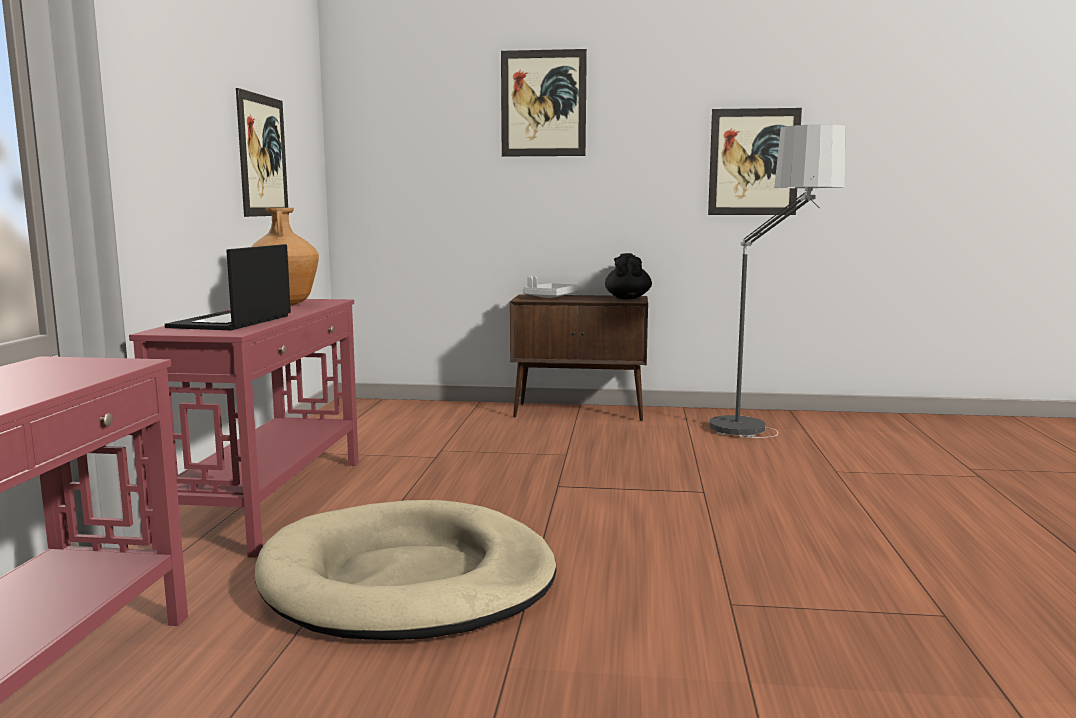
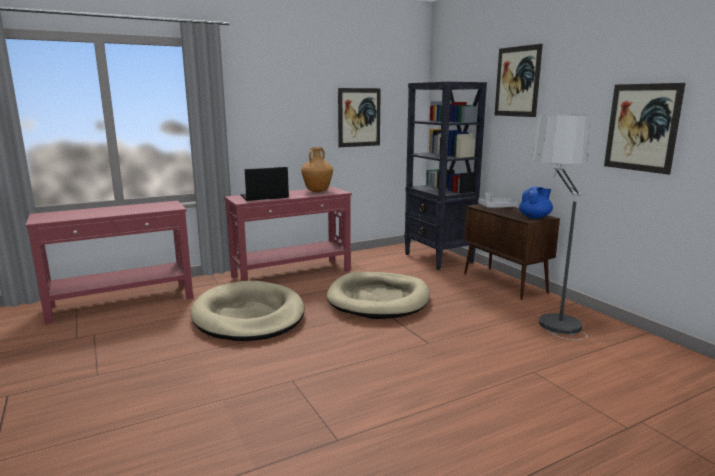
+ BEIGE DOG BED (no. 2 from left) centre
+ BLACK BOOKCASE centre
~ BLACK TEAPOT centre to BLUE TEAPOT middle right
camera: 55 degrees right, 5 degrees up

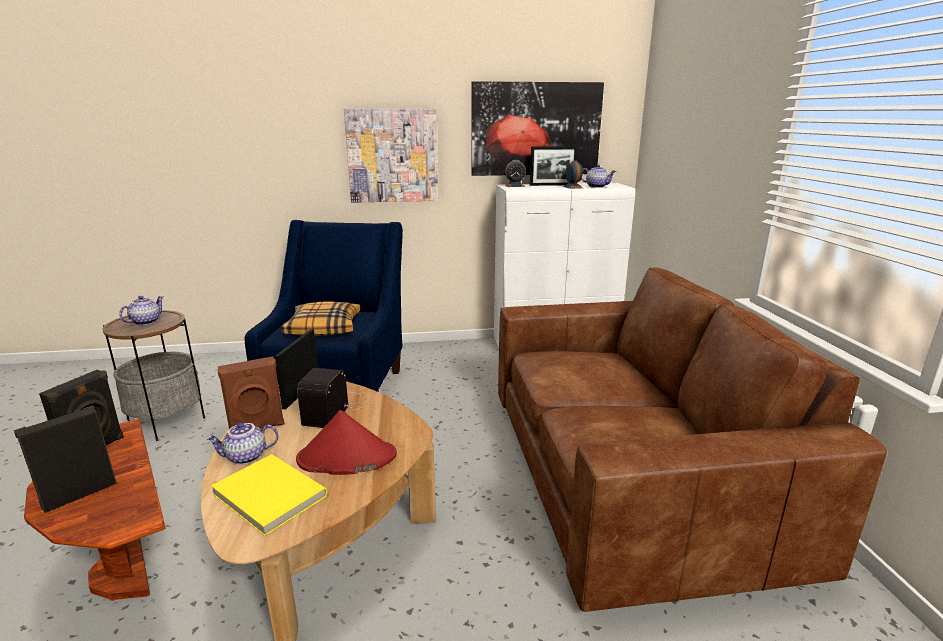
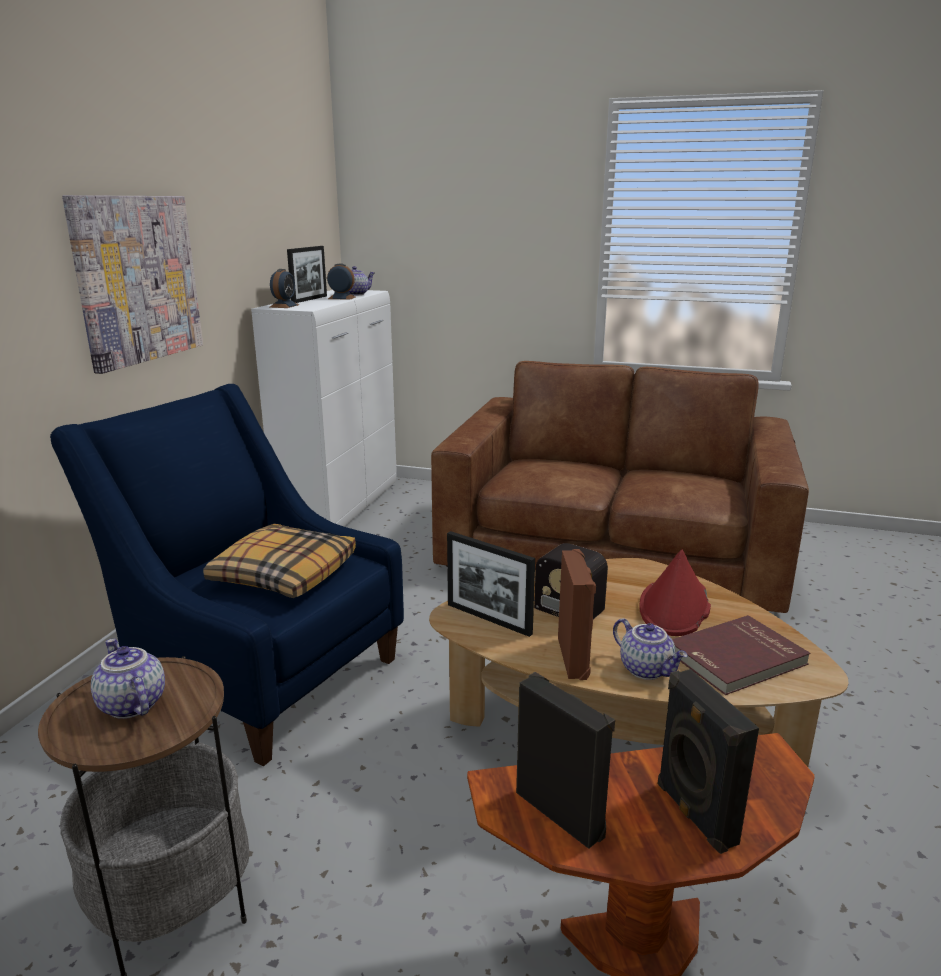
~ TEAPOT (no. 2 from left in the first image) bottom left = middle right 45 degrees counterclockwise
~ YELLOW BOOK bottom left to RED BOOK bottom right
- PICTURE (no. 2 from left) top centre
camera: 65 degrees left, 0 degrees up

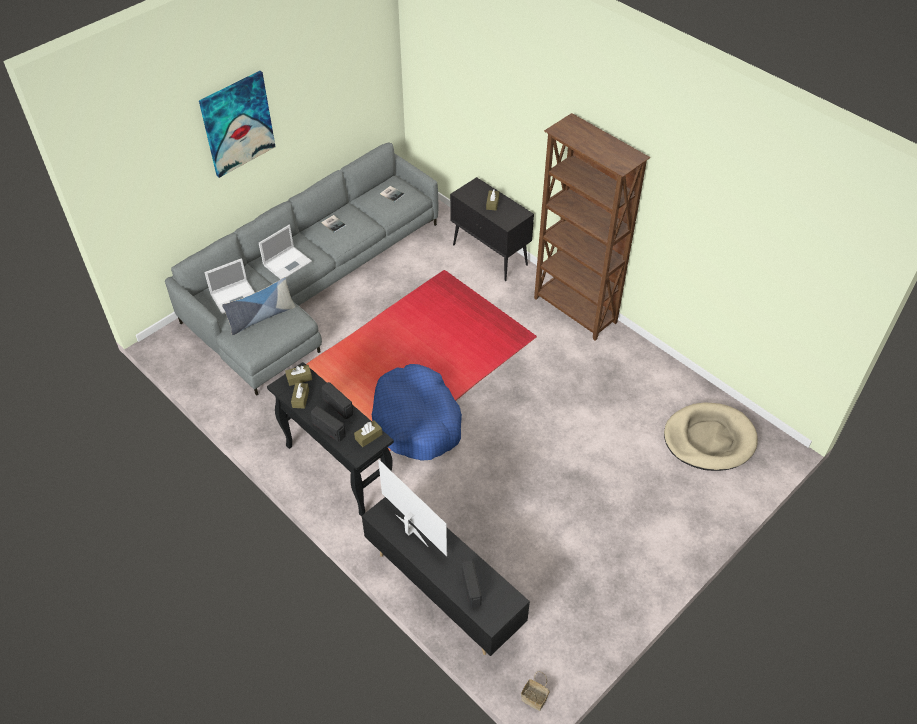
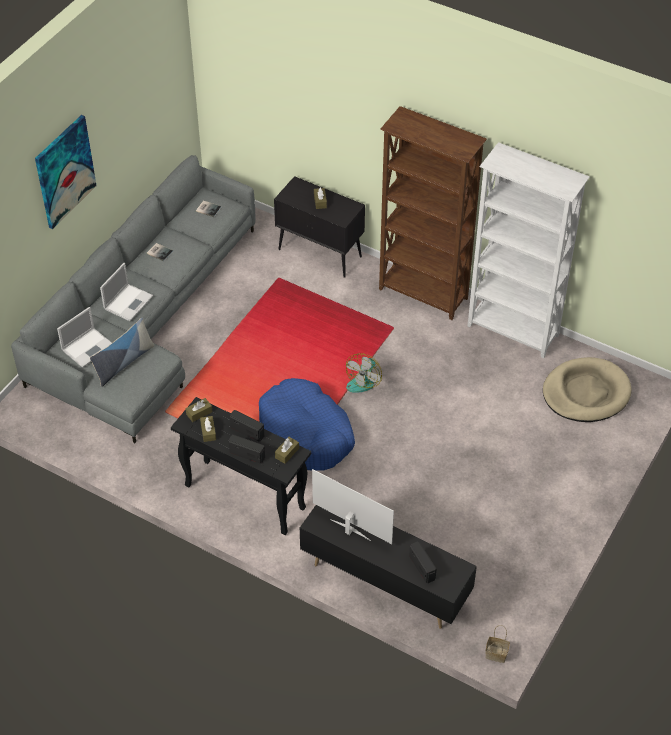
+ FAN centre
+ WHITE BOOKCASE middle right
camera: 15 degrees left, 0 degrees up

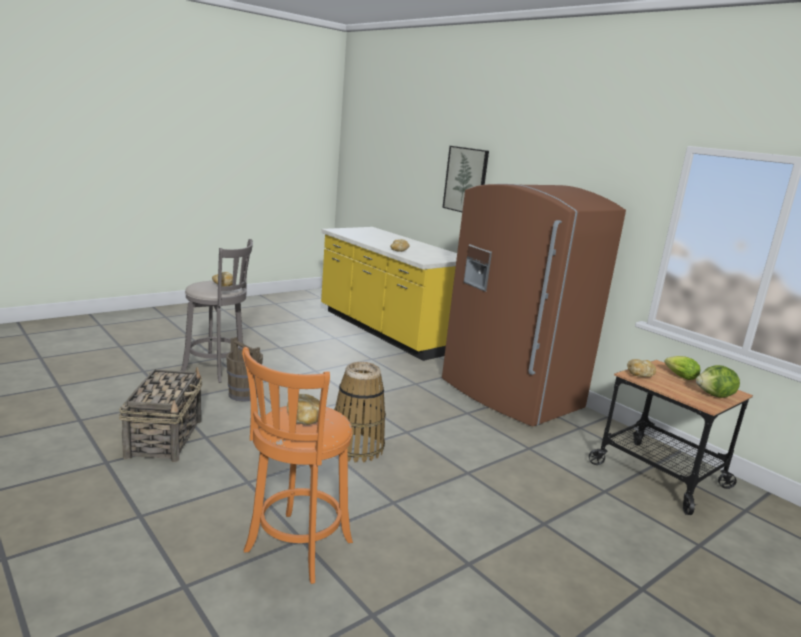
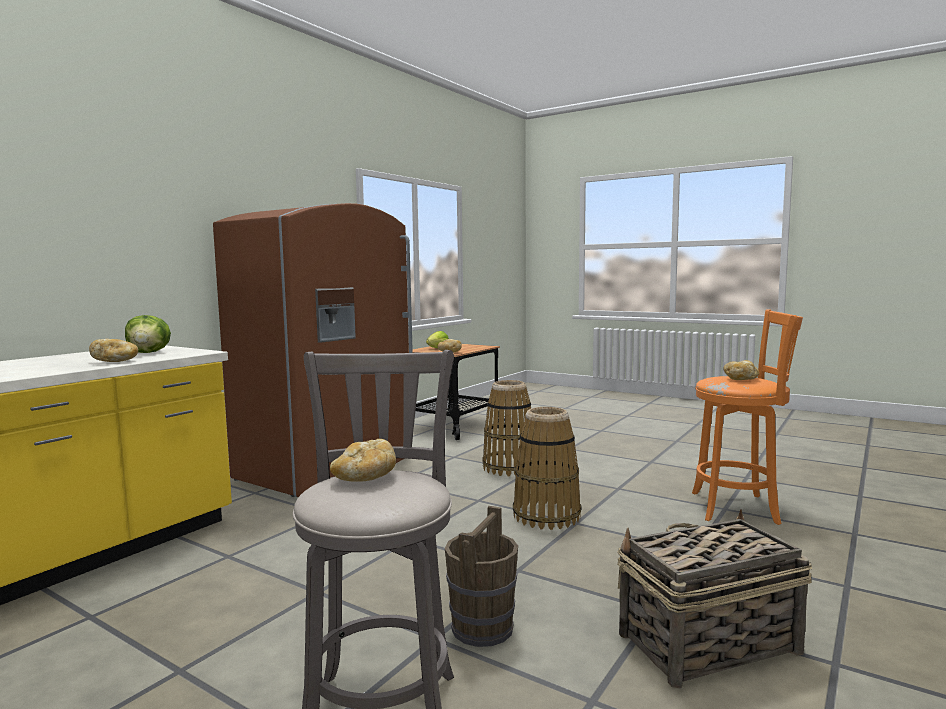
~ LETTUCE (no. 2 from left in the first image) middle right to LETTUCE (no. 1 from left) middle left
+ BASKET (no. 1 from left) centre
- PICTURE top centre
camera: 105 degrees left, 10 degrees down

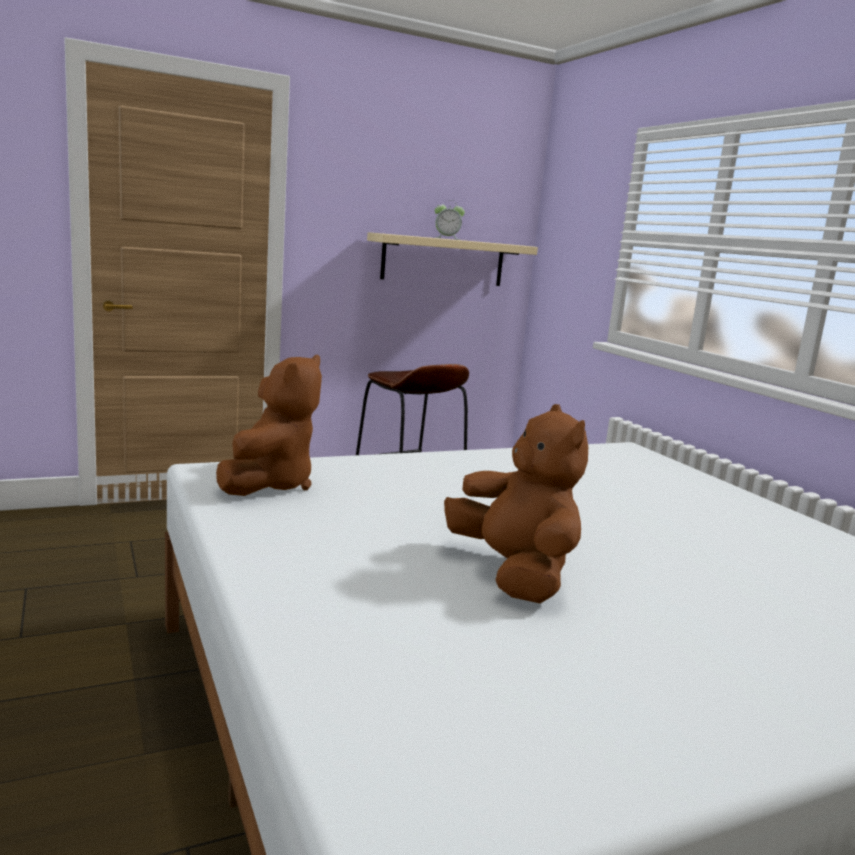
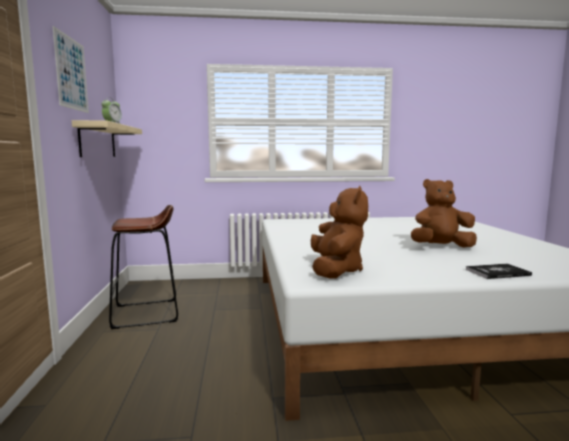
+ PICTURE top left
~ BROWN PLUSH TOY (no. 1 from left) middle left = centre 60 degrees clockwise
+ BOOK middle right
camera: 70 degrees left, 5 degrees down

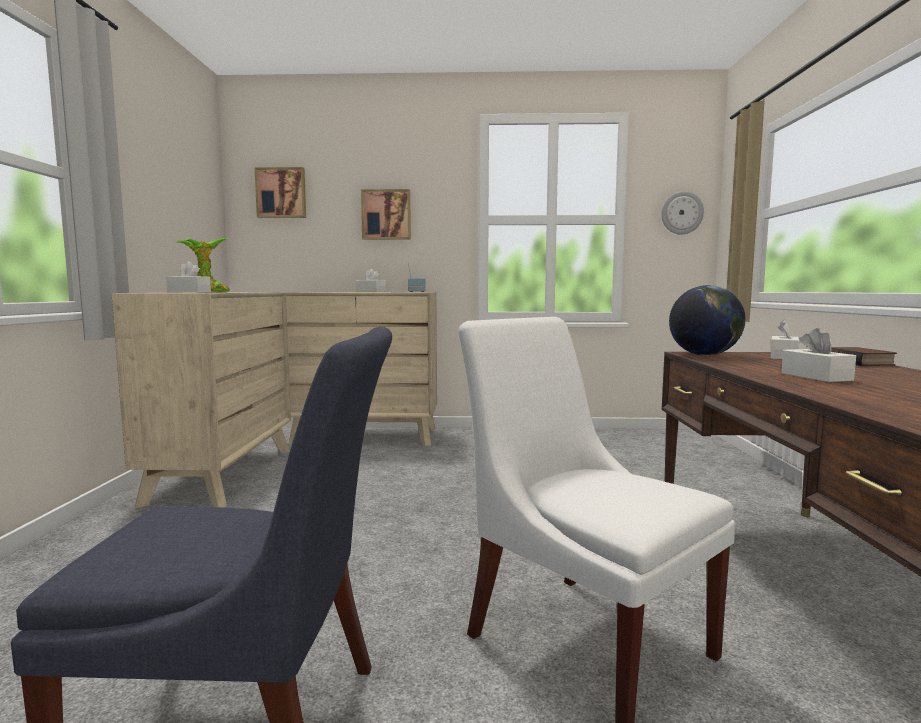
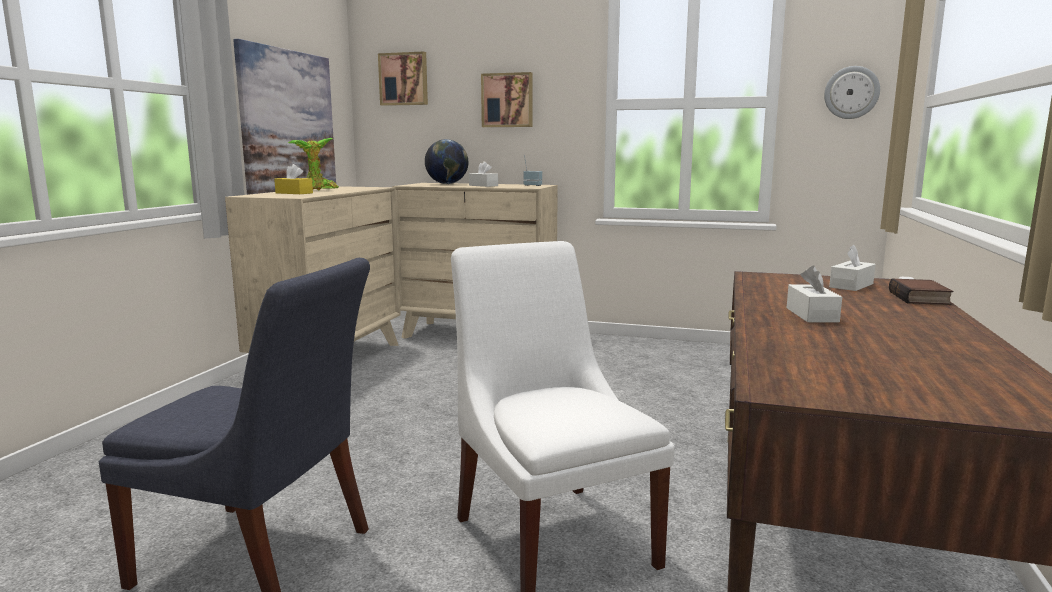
+ PICTURE (no. 1 from left) top left
~ WHITE TISSUE BOX (no. 1 from left) middle left to YELLOW TISSUE BOX top left
~ GLOBE middle right to top centre
camera: 15 degrees right, 5 degrees up

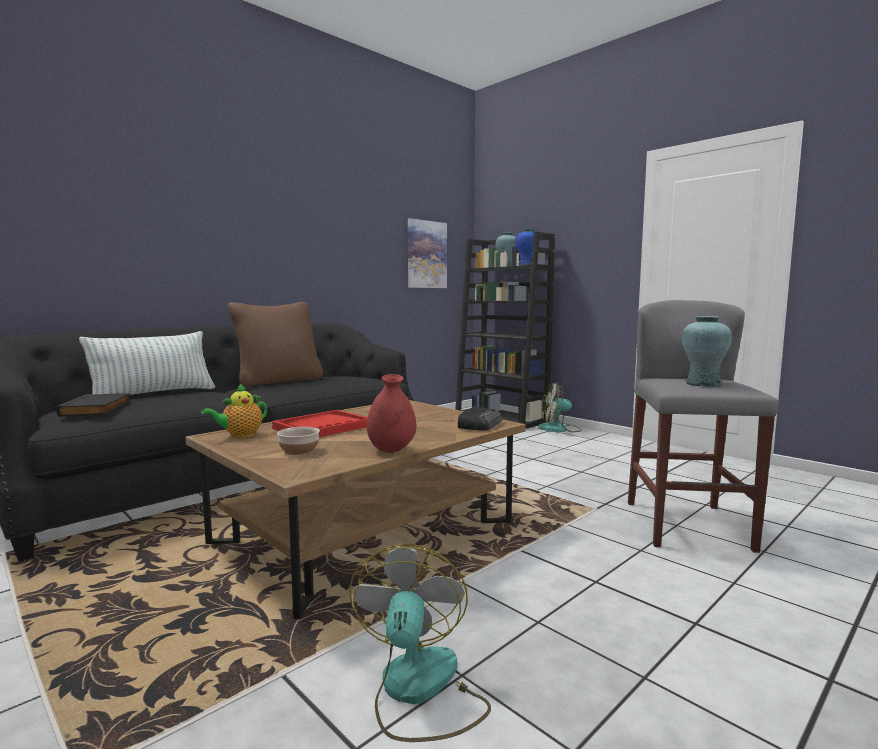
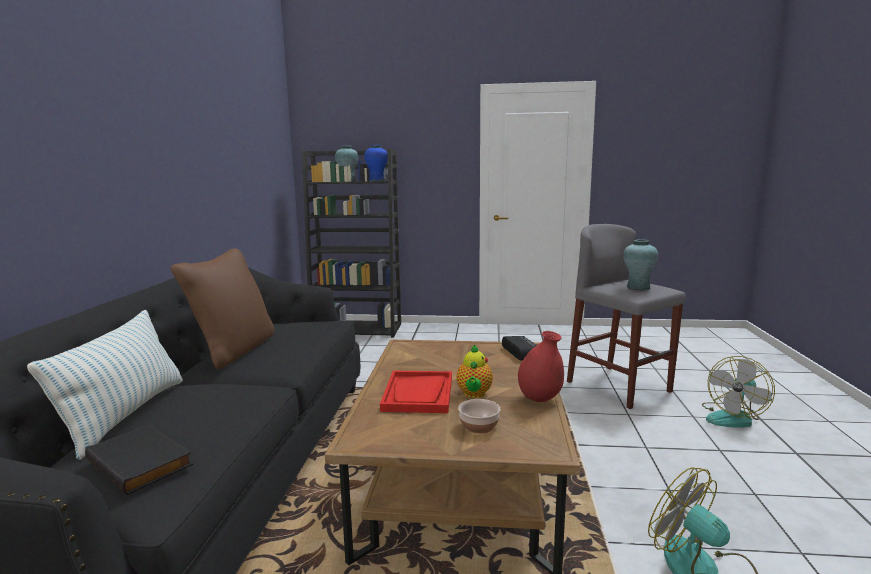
~ TEAPOT middle left to centre
~ FAN (no. 2 from left) centre to bottom right
- PICTURE centre
camera: 40 degrees left, 5 degrees up

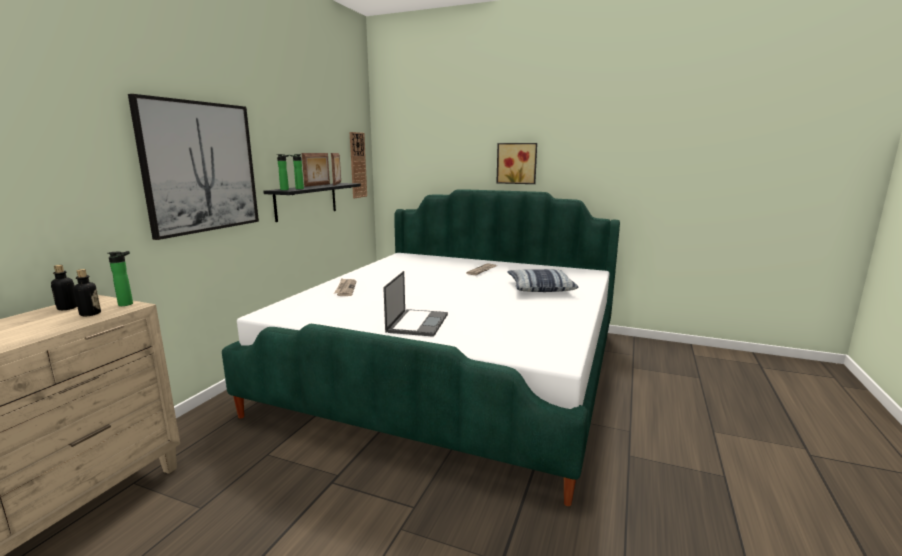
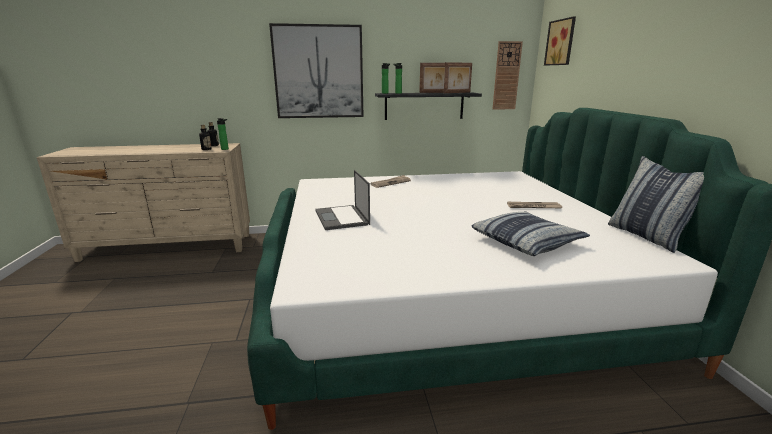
~ LAPTOP centre = centre 90 degrees clockwise
~ PICTURE (no. 2 from left) top centre to top right
+ PILLOW (no. 2 from left) middle right
camera: 60 degrees right, 5 degrees up

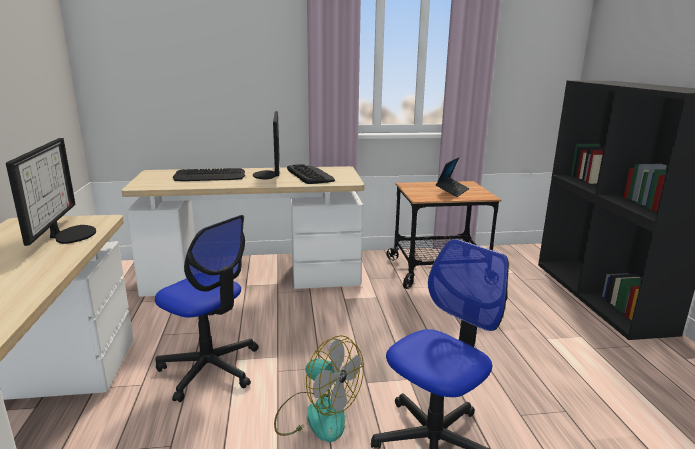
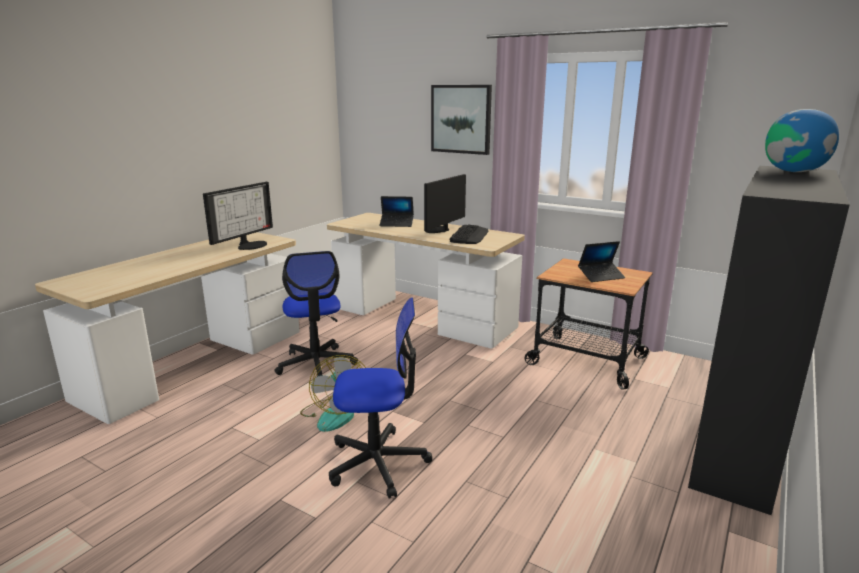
~ KEYBOARD (no. 1 from left) middle left to LAPTOP (no. 1 from left) centre
+ PICTURE top centre
+ GLOBE top right
camera: 40 degrees right, 0 degrees up

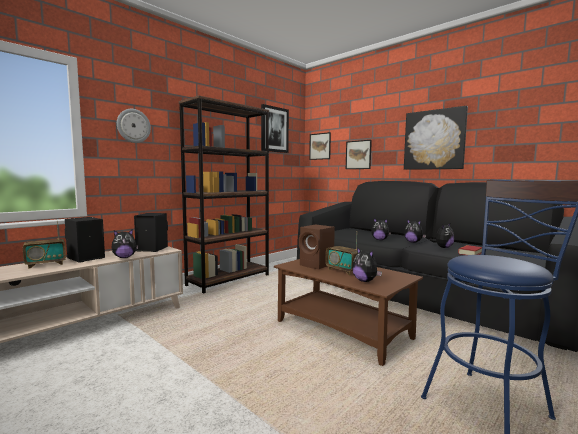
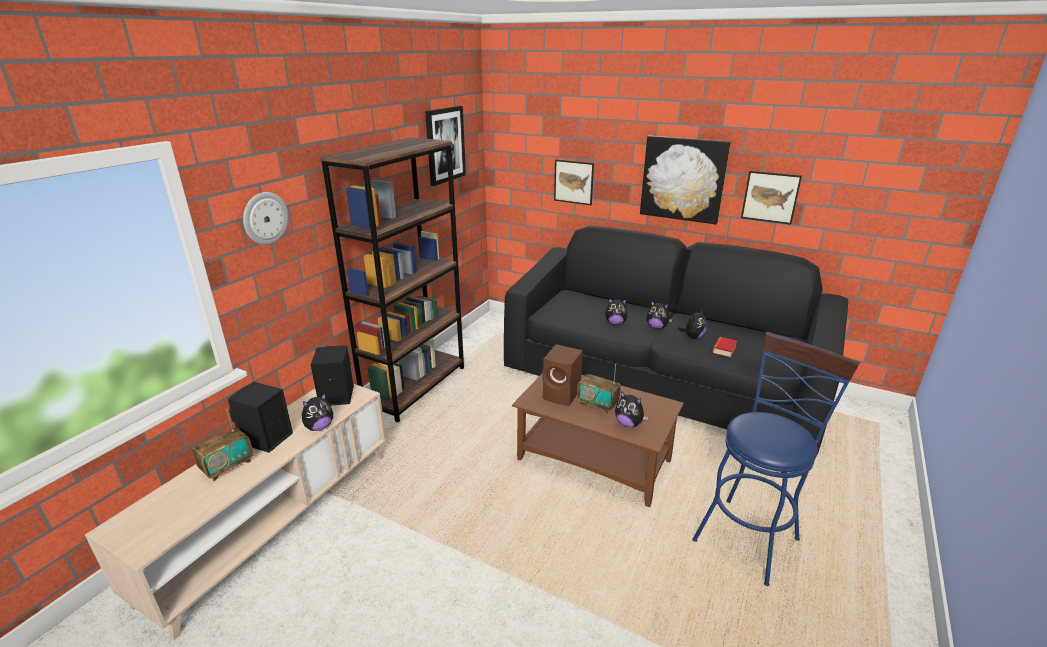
~ PICTURE (no. 2 from left in the first image) centre to PICTURE (no. 4 from left) top right
camera: 15 degrees left, 20 degrees up

